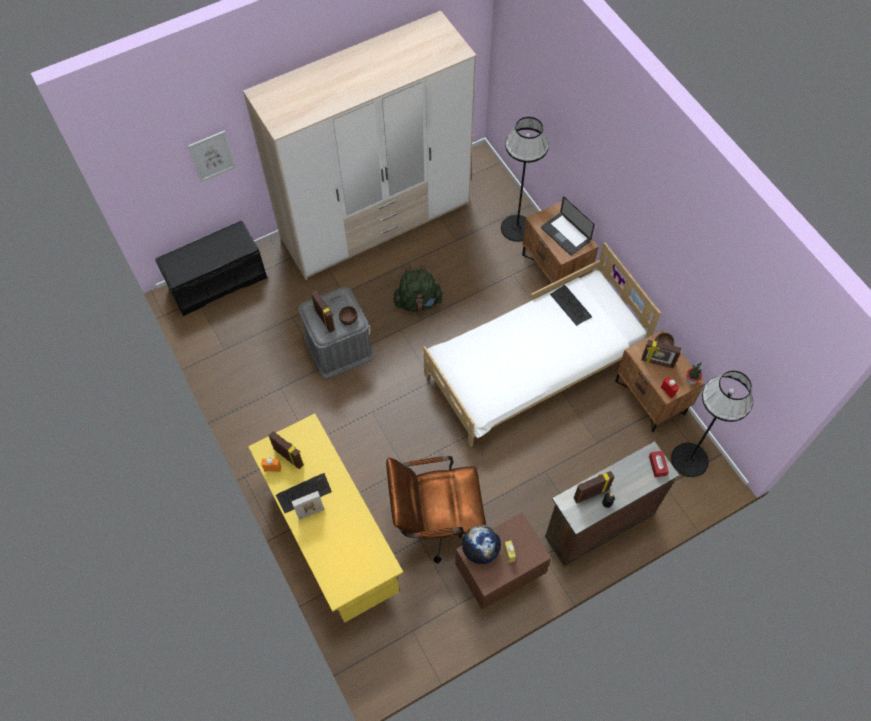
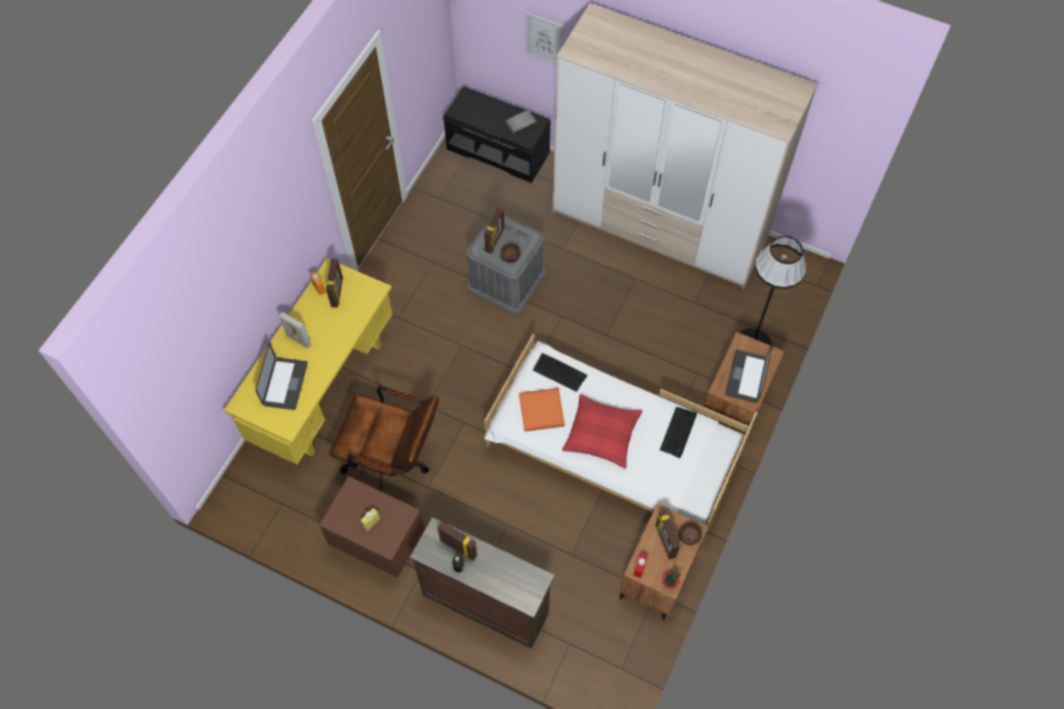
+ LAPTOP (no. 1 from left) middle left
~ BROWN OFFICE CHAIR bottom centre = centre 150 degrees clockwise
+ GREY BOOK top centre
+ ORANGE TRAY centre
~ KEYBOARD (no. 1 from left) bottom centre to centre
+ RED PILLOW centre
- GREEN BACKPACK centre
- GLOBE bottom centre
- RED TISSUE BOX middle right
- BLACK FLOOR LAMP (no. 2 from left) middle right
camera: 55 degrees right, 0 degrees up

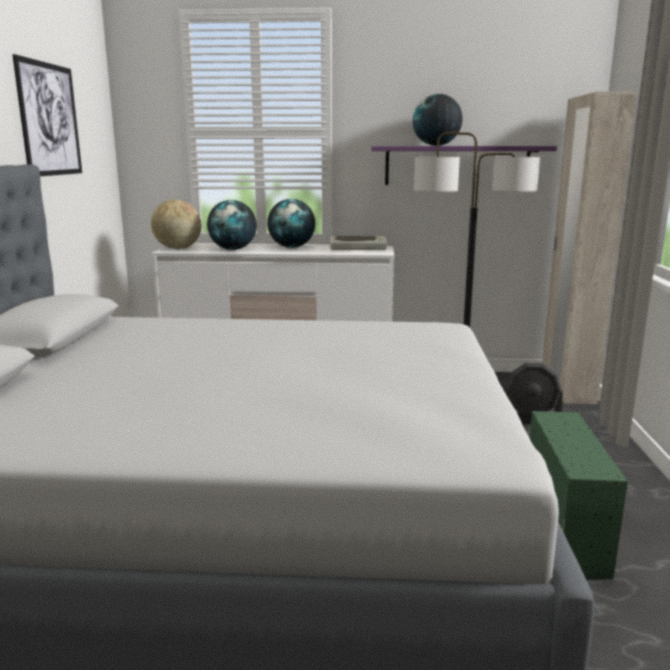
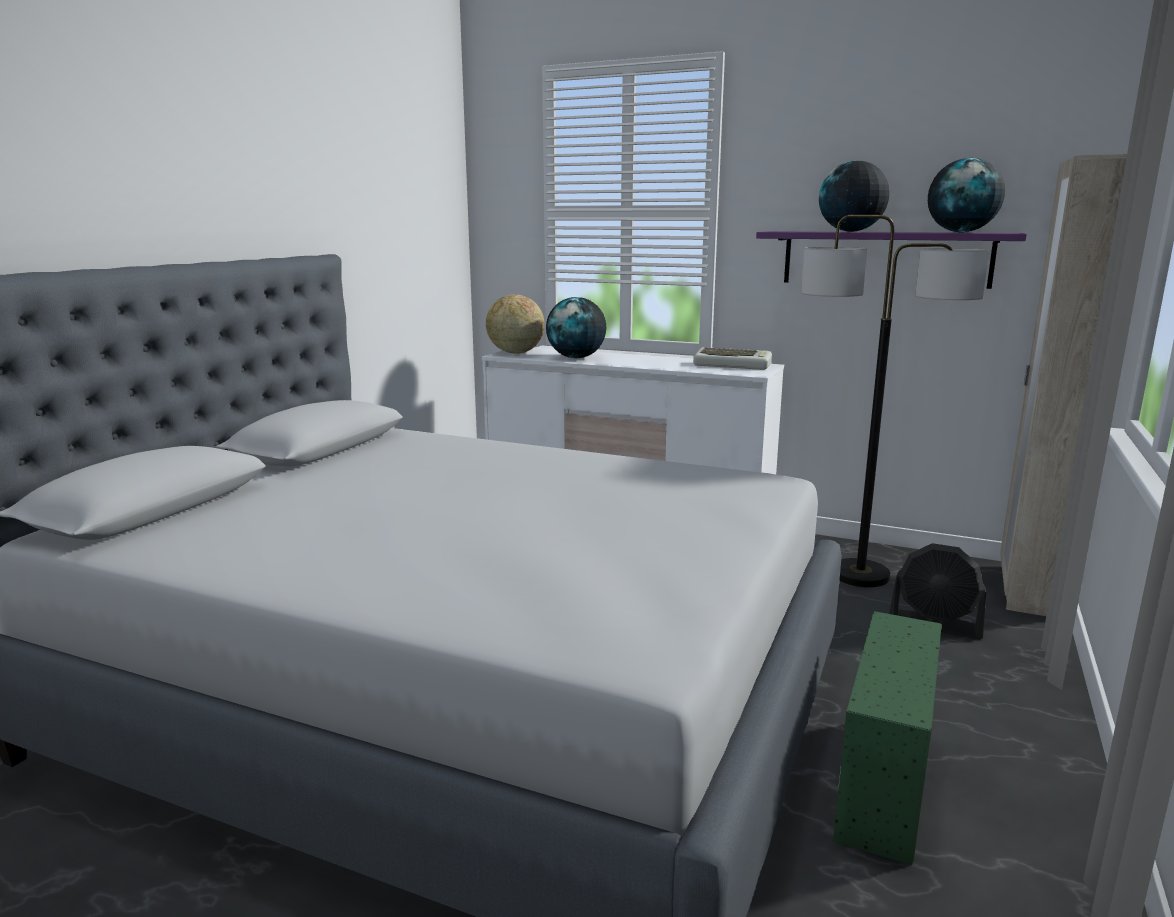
~ GLOBE (no. 3 from left in the first image) top centre to GLOBE (no. 4 from left) top right
- PICTURE top left
camera: 20 degrees right, 0 degrees up

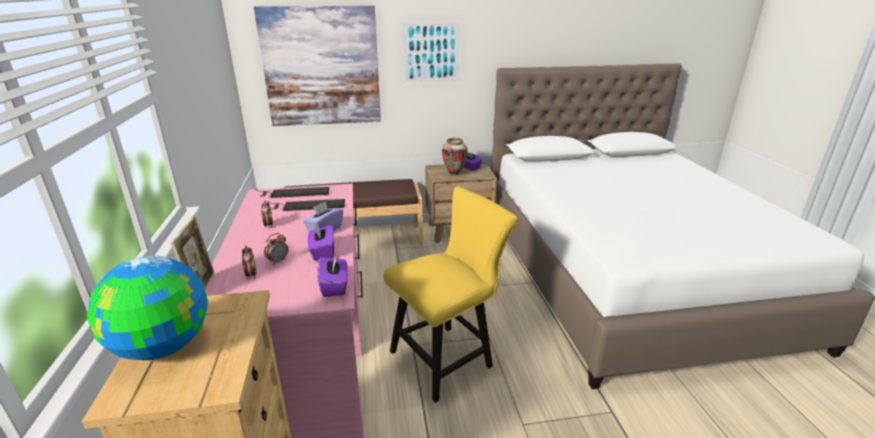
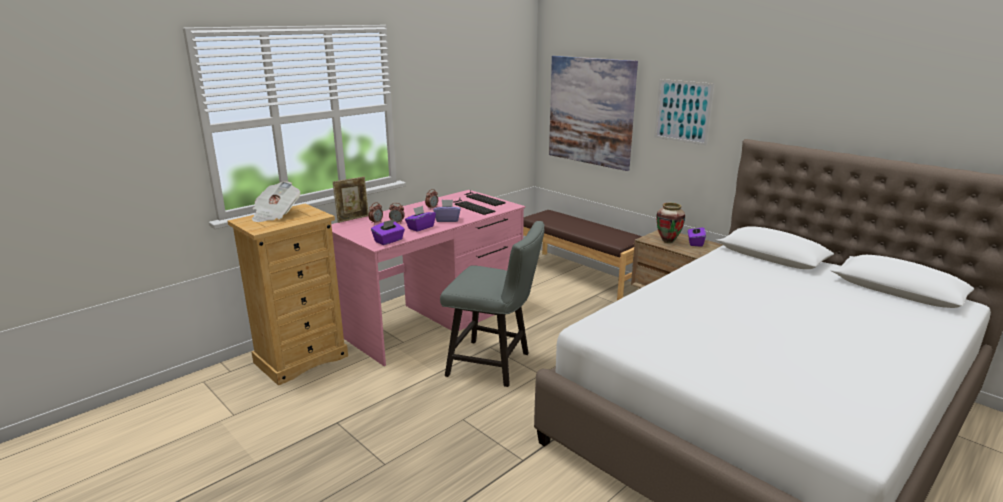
~ GLOBE bottom left to NEWSPAPER middle left
~ YELLOW CHAIR bottom centre to GREY CHAIR centre
camera: 55 degrees right, 5 degrees down

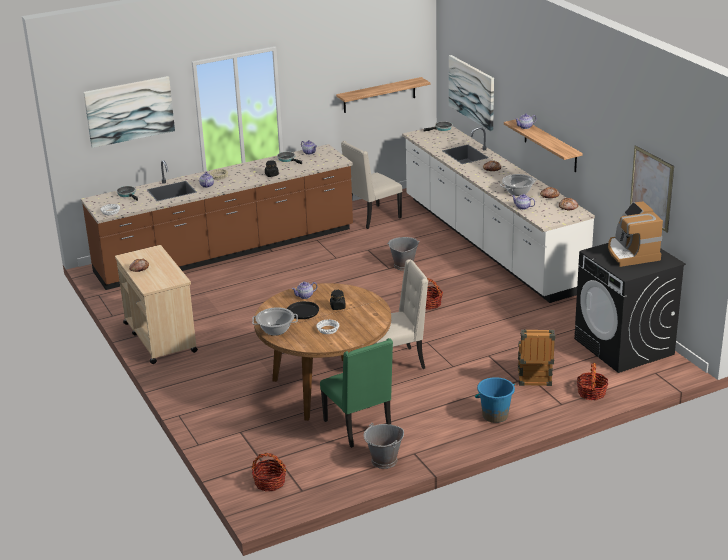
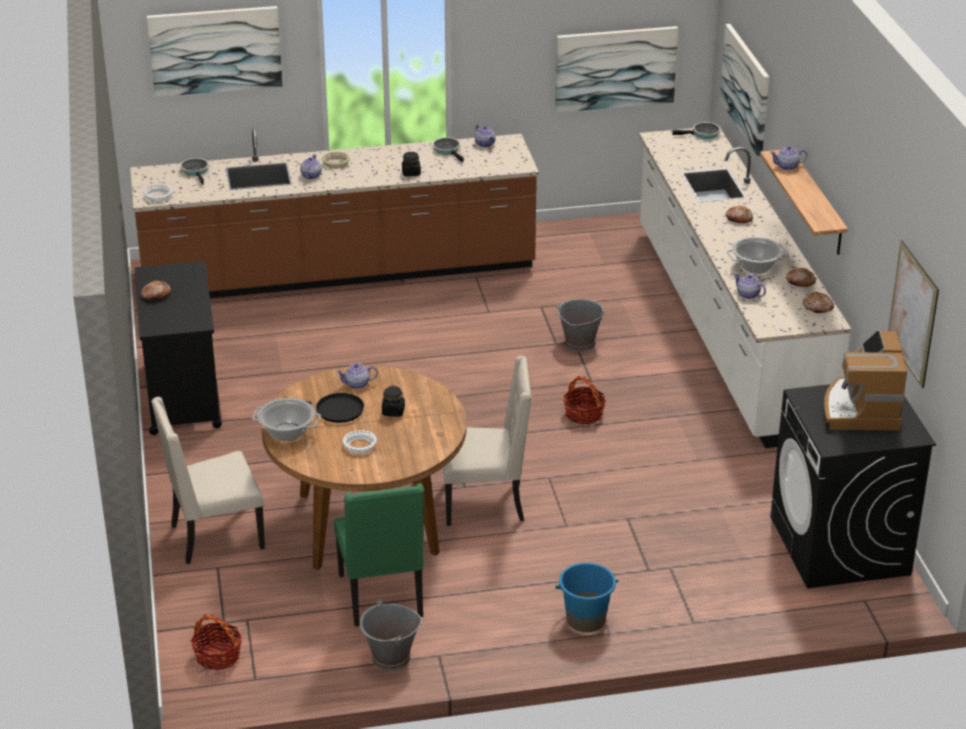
~ BEIGE CART middle left to BLACK CART middle left
~ BEIGE CHAIR (no. 1 from left) top centre to middle left
~ SHELF (no. 1 from left) top centre to PICTURE (no. 2 from left) top centre
- CRATE middle right
- BASKET (no. 3 from left) bottom right
camera: 15 degrees right, 5 degrees up

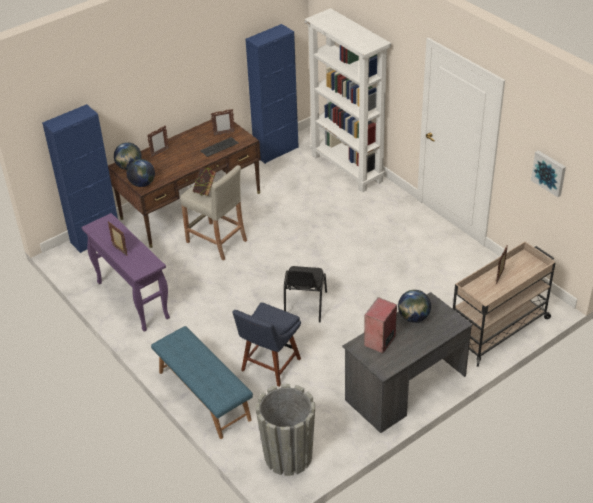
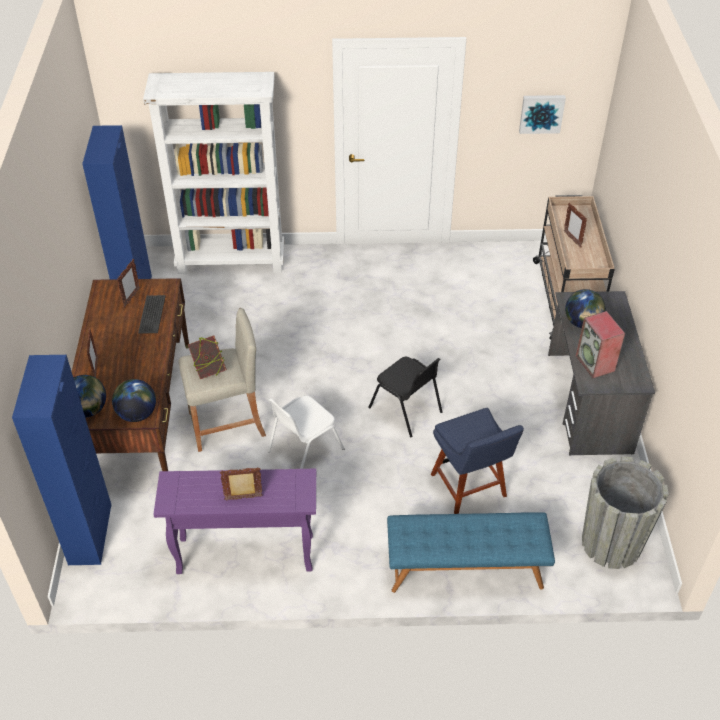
+ WHITE CHAIR centre
camera: 55 degrees left, 5 degrees up

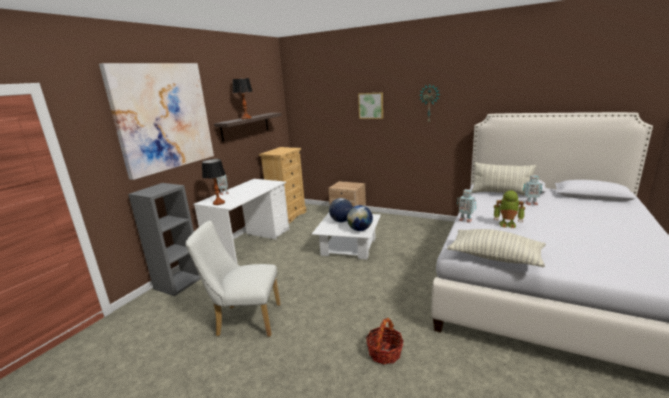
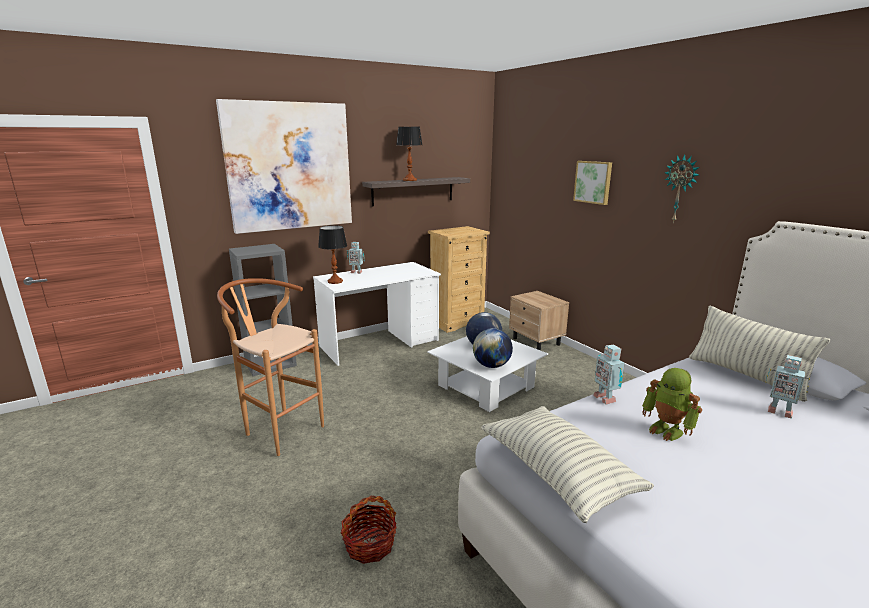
~ WHITE CHAIR bottom centre to BROWN STOOL middle left
camera: 30 degrees right, 0 degrees up

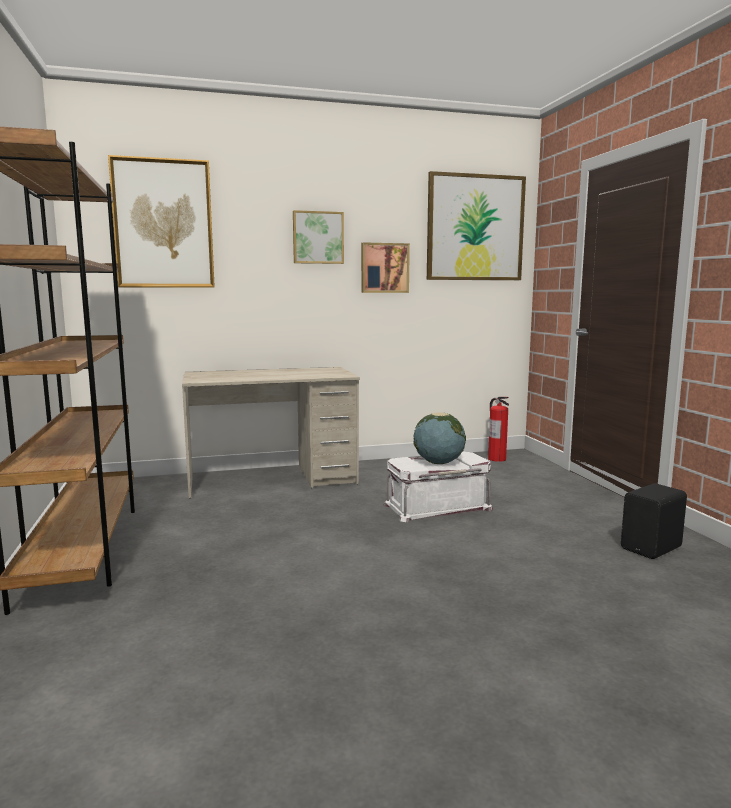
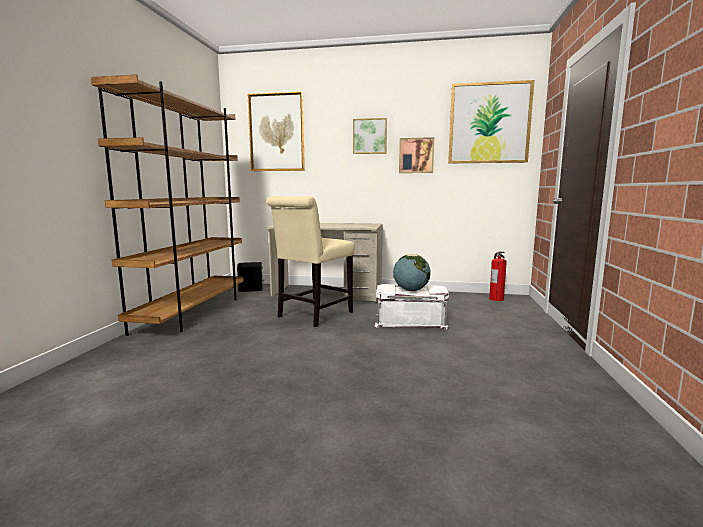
~ BLACK SPEAKER middle right to centre
+ BEIGE CHAIR centre
camera: 25 degrees right, 0 degrees up

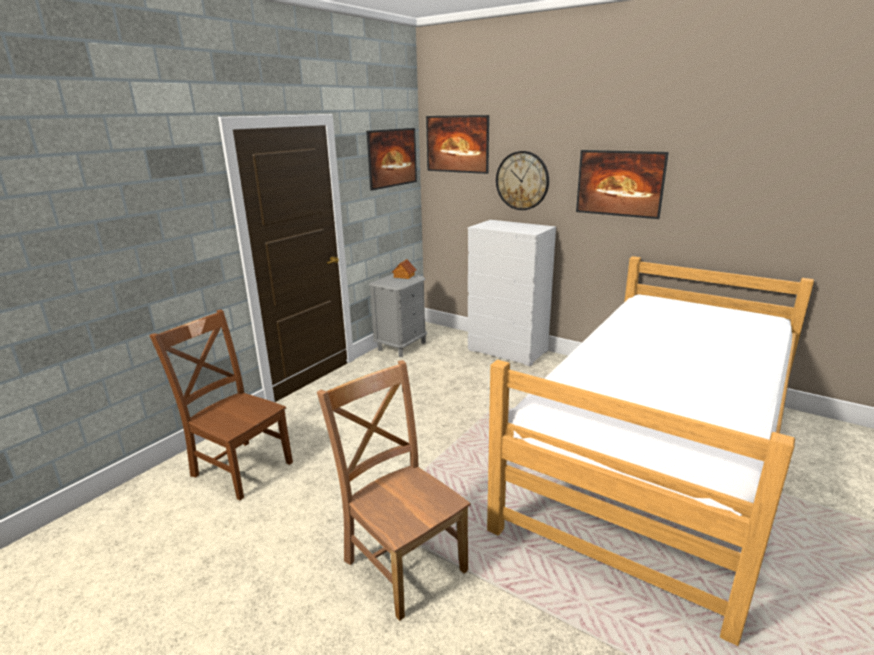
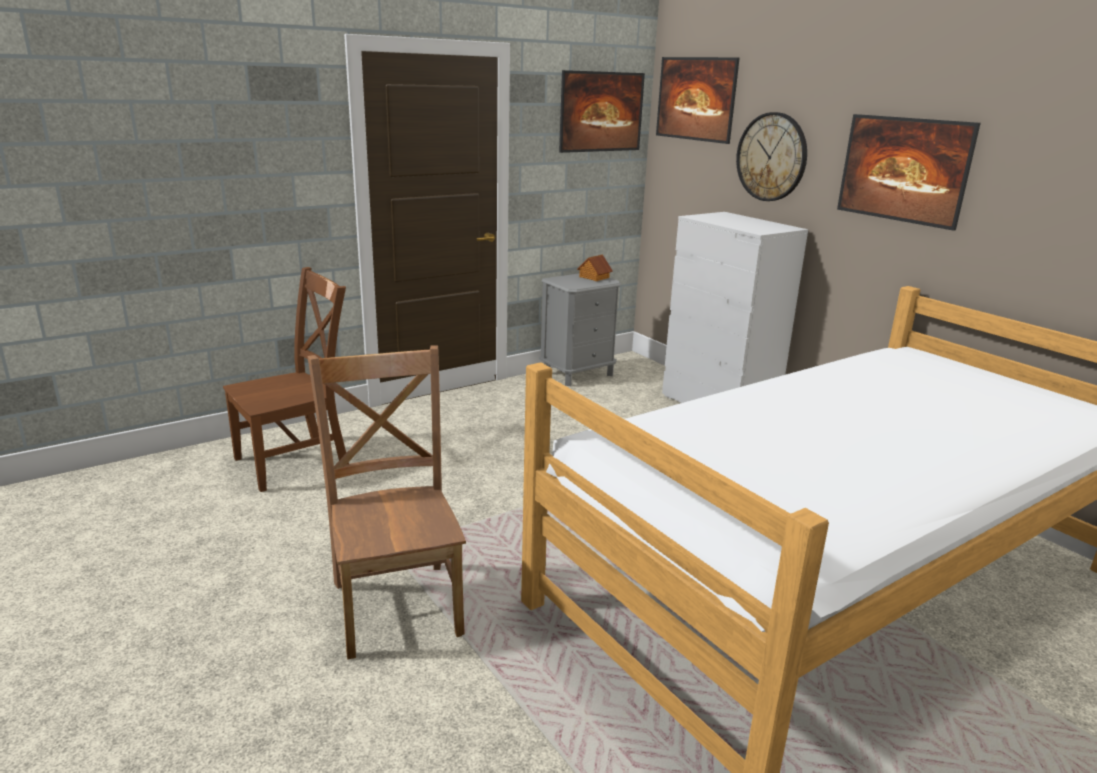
~ BROWN CHAIR (no. 1 from left) middle left = middle left 90 degrees clockwise
camera: 20 degrees right, 0 degrees up

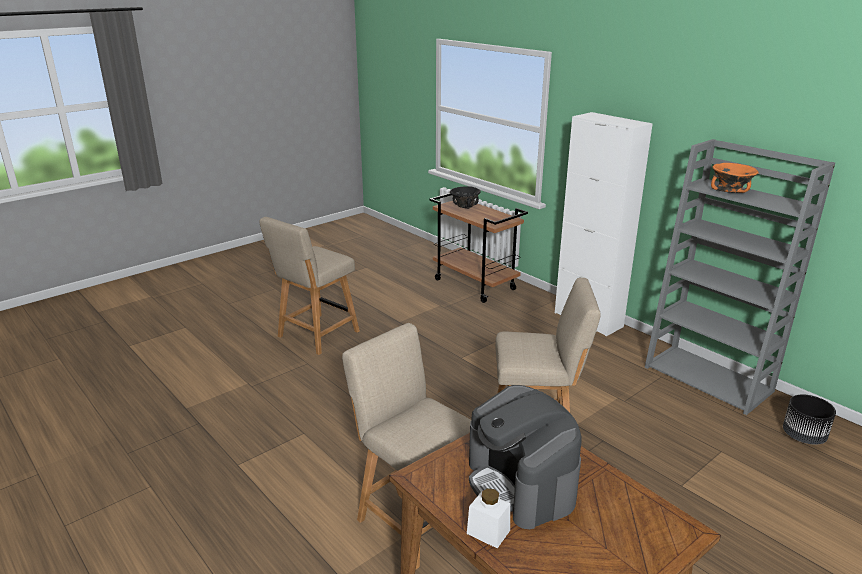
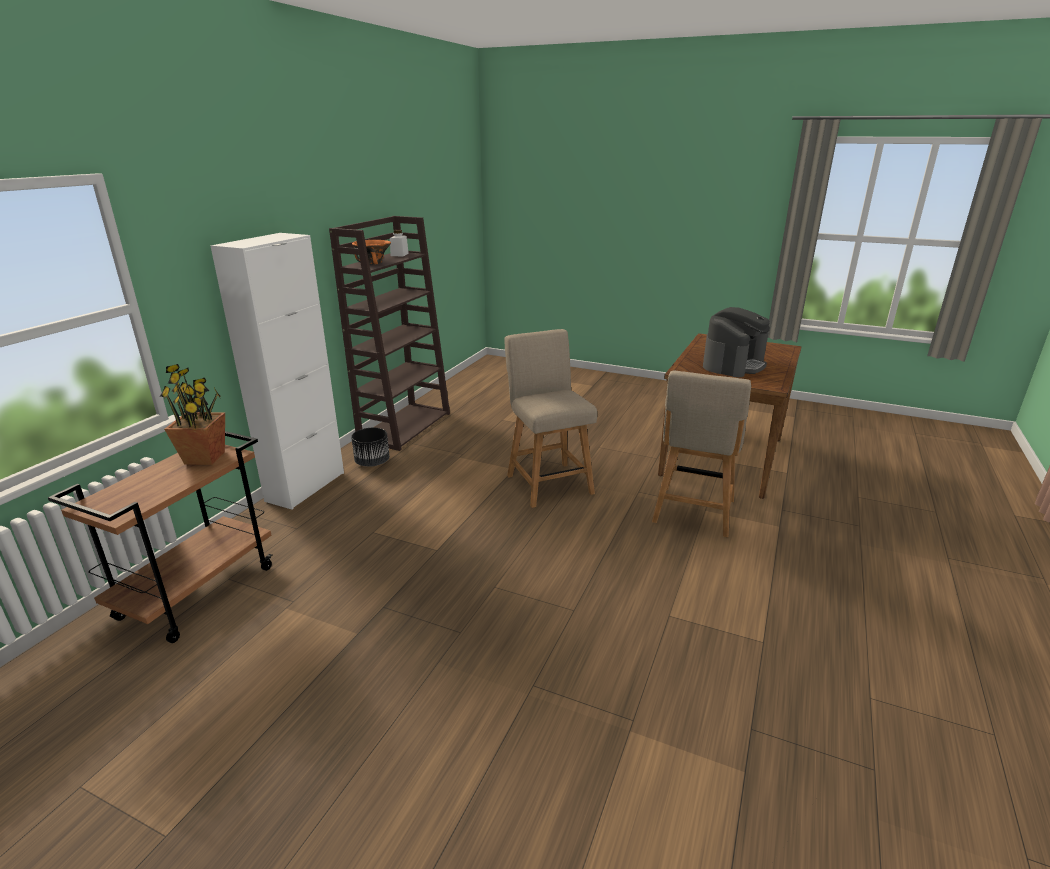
+ POTTED PLANT middle left
~ GREY BOOKCASE middle right to BROWN BOOKCASE centre
~ BLACK PLANTER bottom right to centre
~ WHITE JAR bottom centre to top centre
- BEIGE CHAIR (no. 1 from left) centre
- BLACK BOWL centre
camera: 115 degrees left, 0 degrees up

